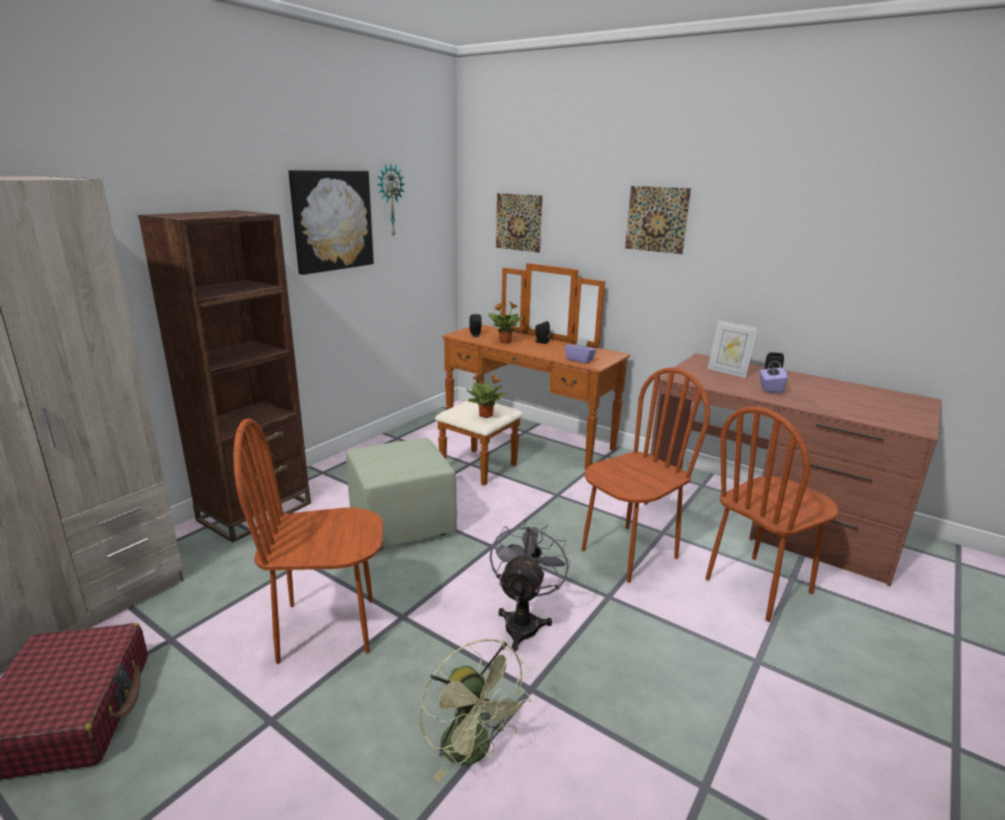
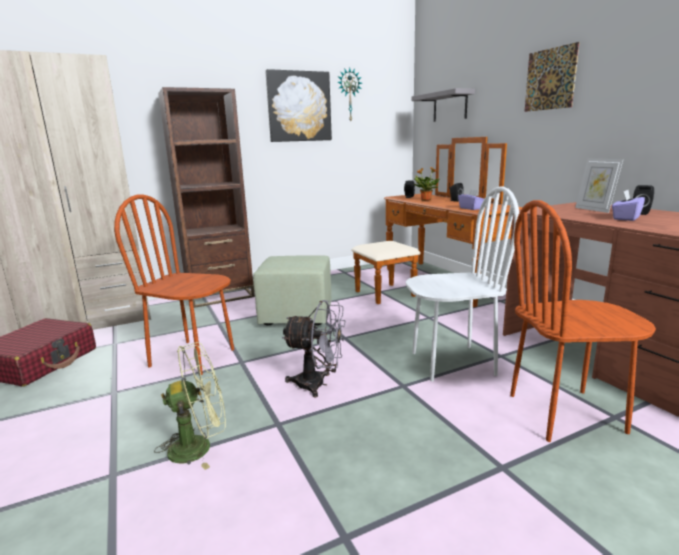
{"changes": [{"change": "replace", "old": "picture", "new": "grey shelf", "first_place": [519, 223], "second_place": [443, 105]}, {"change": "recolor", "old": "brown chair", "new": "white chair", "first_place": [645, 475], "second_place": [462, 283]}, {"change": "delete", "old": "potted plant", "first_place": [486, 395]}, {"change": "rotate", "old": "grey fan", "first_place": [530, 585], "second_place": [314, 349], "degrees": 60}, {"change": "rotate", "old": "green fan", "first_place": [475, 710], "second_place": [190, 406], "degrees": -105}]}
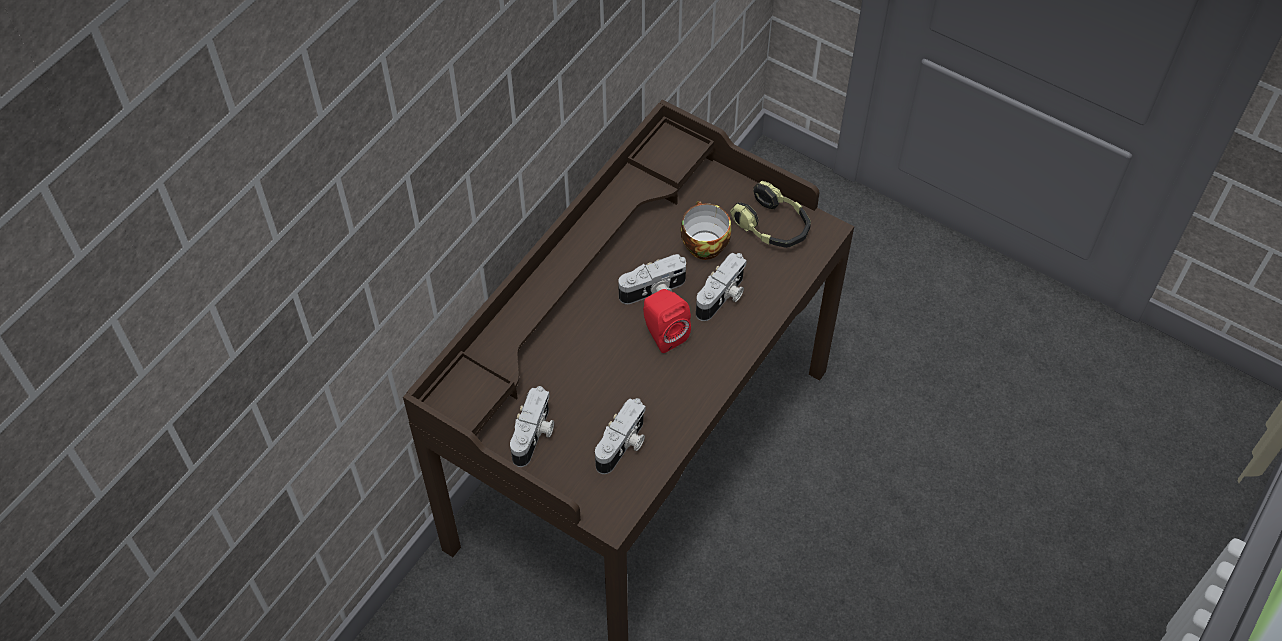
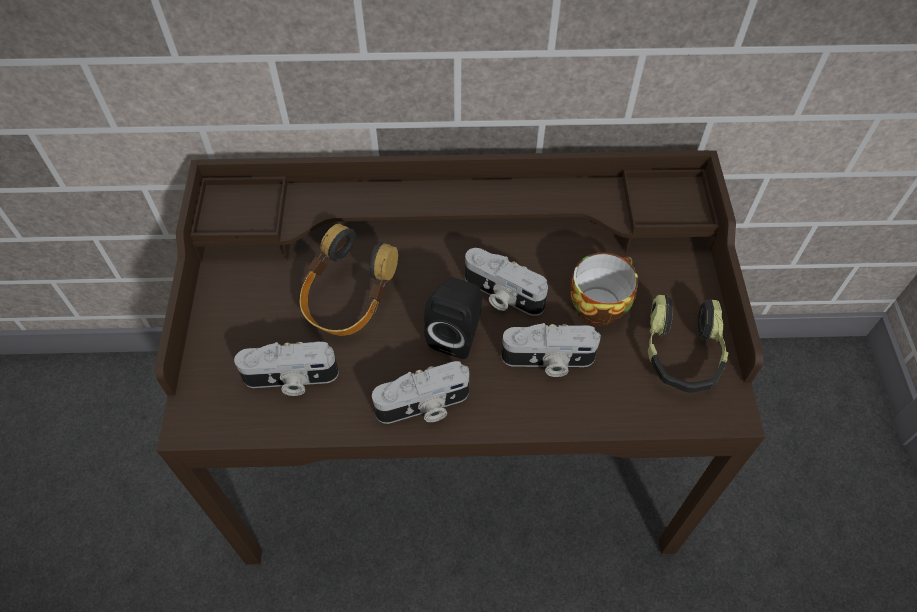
{"changes": [{"change": "recolor", "old": "red speaker", "new": "black speaker", "first_place": [667, 321], "second_place": [453, 318]}, {"change": "move", "old": "photo camera", "first_place": [532, 426], "second_place": [420, 392]}, {"change": "insert", "new": "headphones", "second_place": [349, 279]}]}
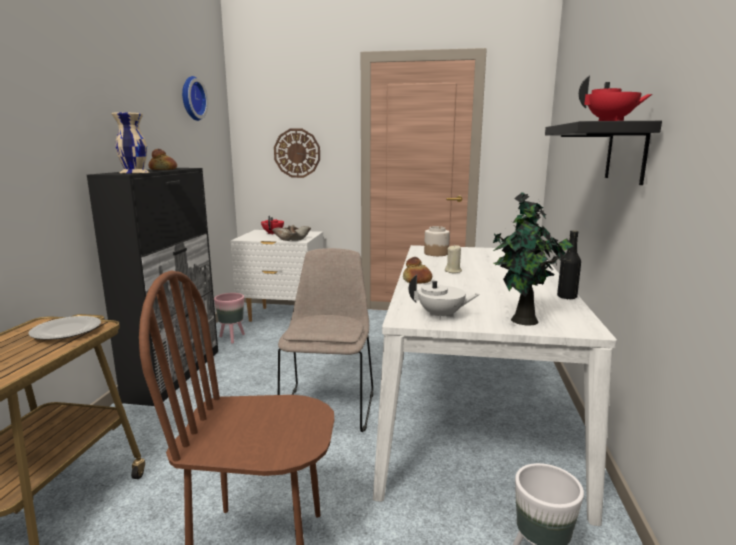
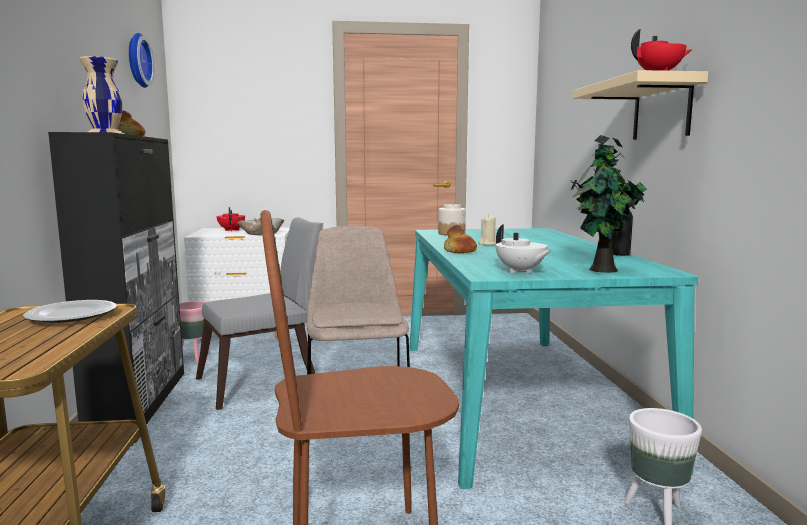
{"changes": [{"change": "recolor", "old": "black shelf", "new": "beige shelf", "first_place": [603, 153], "second_place": [640, 105]}, {"change": "delete", "old": "wall clock", "first_place": [297, 153]}, {"change": "recolor", "old": "white dining table", "new": "turquoise dining table", "first_place": [495, 385], "second_place": [554, 358]}, {"change": "rotate", "old": "white teapot", "first_place": [444, 297], "second_place": [524, 249], "degrees": 60}, {"change": "insert", "new": "grey chair", "second_place": [259, 313]}]}
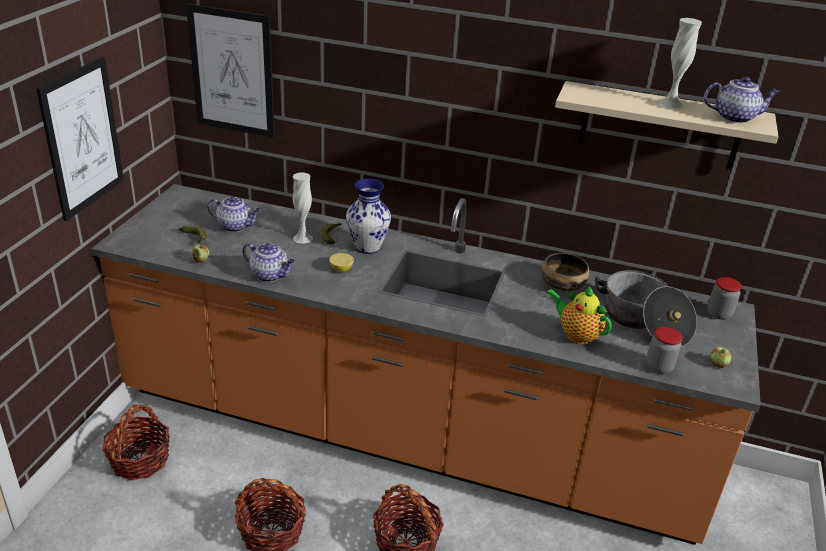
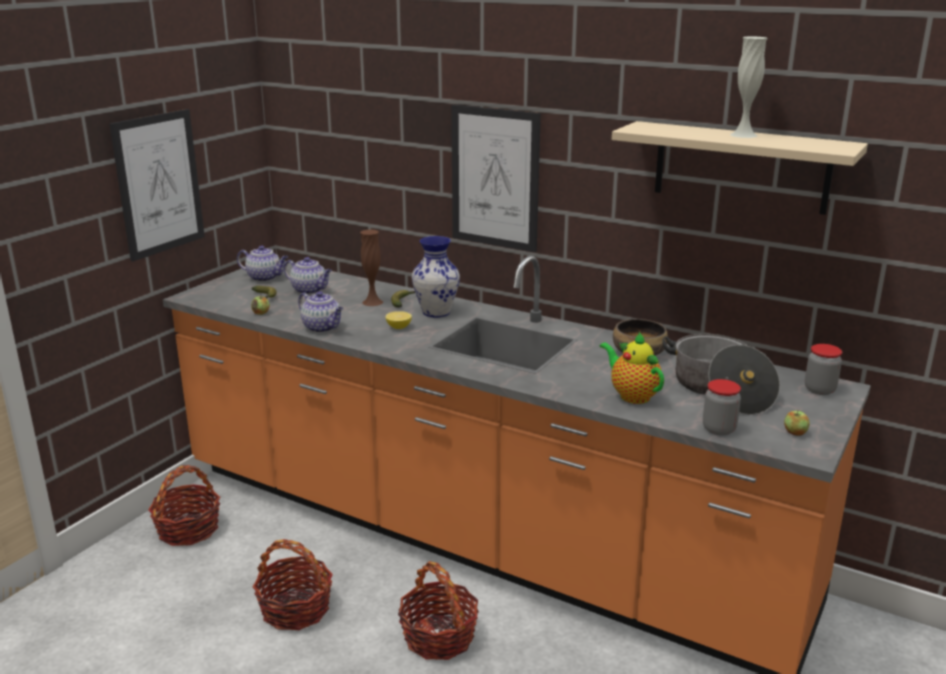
{"changes": [{"change": "move", "old": "picture", "first_place": [230, 71], "second_place": [496, 178]}, {"change": "move", "old": "teapot", "first_place": [742, 99], "second_place": [262, 263]}, {"change": "recolor", "old": "white vase", "new": "brown vase", "first_place": [302, 208], "second_place": [371, 267]}]}
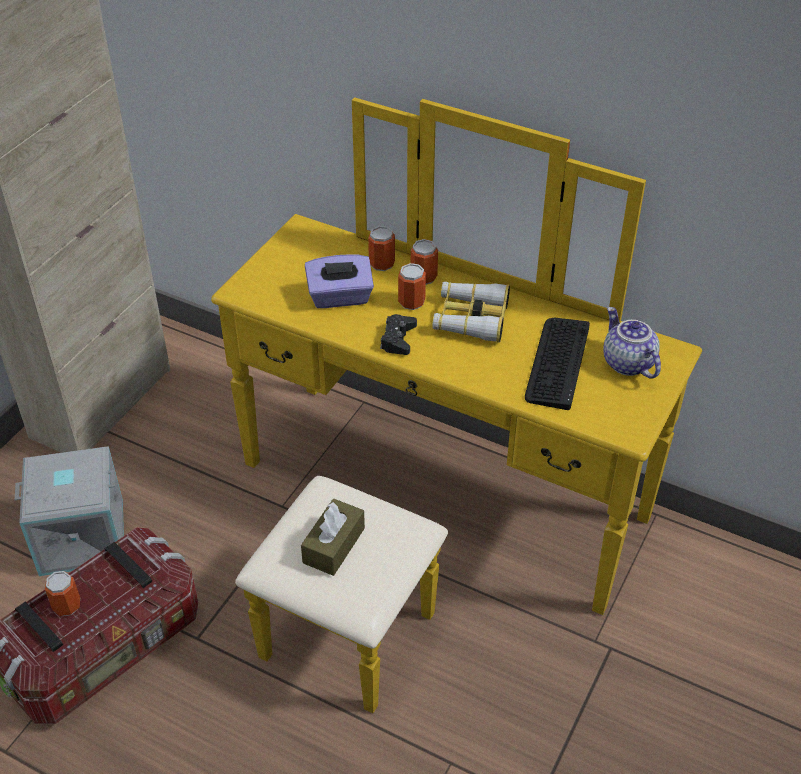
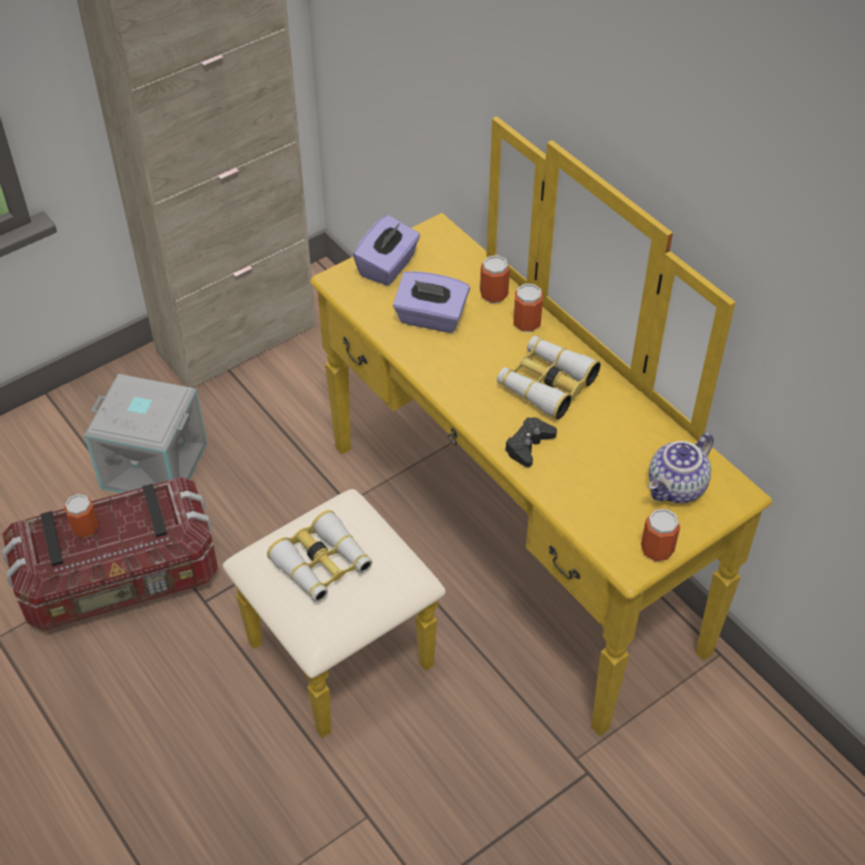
{"changes": [{"change": "move", "old": "can", "first_place": [412, 286], "second_place": [660, 534]}, {"change": "rotate", "old": "teapot", "first_place": [632, 343], "second_place": [681, 468], "degrees": -135}, {"change": "move", "old": "black game controller", "first_place": [398, 334], "second_place": [531, 442]}, {"change": "delete", "old": "keyboard", "first_place": [557, 364]}, {"change": "replace", "old": "brown tissue box", "new": "binoculars", "first_place": [333, 537], "second_place": [319, 556]}, {"change": "insert", "new": "purple tissue box", "second_place": [386, 250]}]}
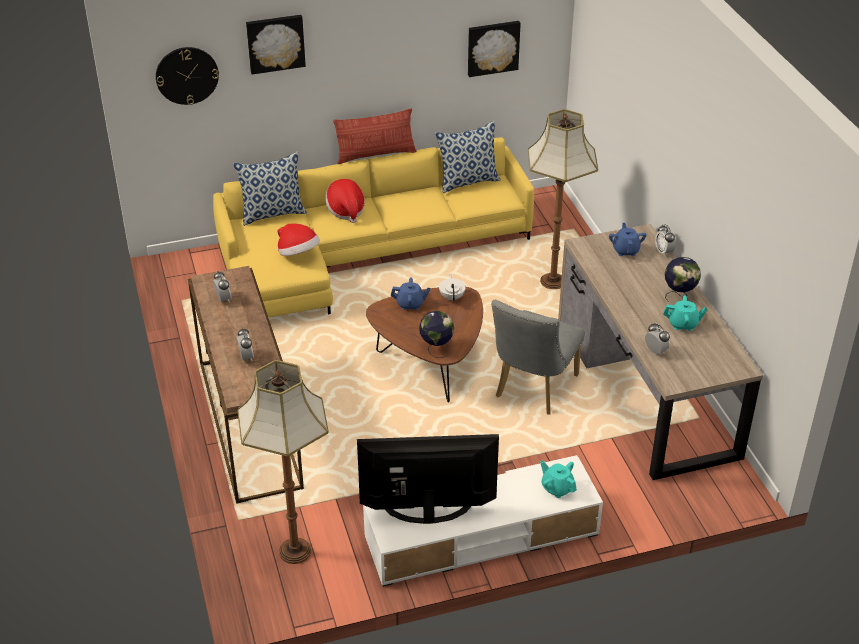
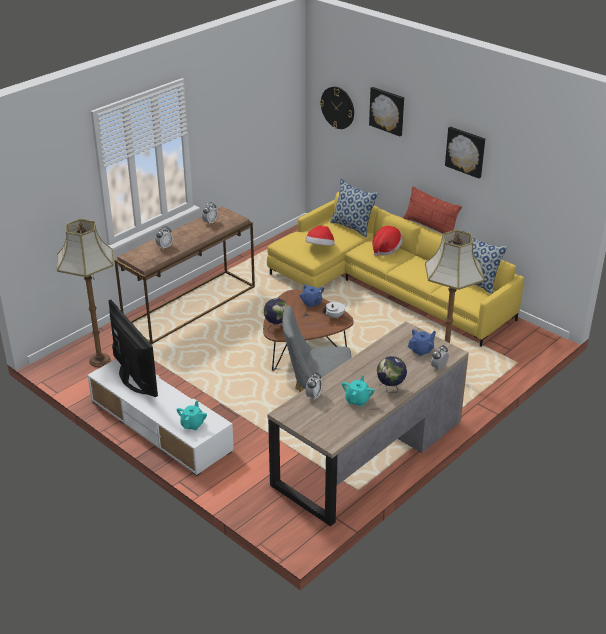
{"changes": [{"change": "move", "old": "picture", "first_place": [494, 49], "second_place": [465, 152]}, {"change": "rotate", "old": "turquoise teapot", "first_place": [685, 313], "second_place": [358, 391], "degrees": -135}]}
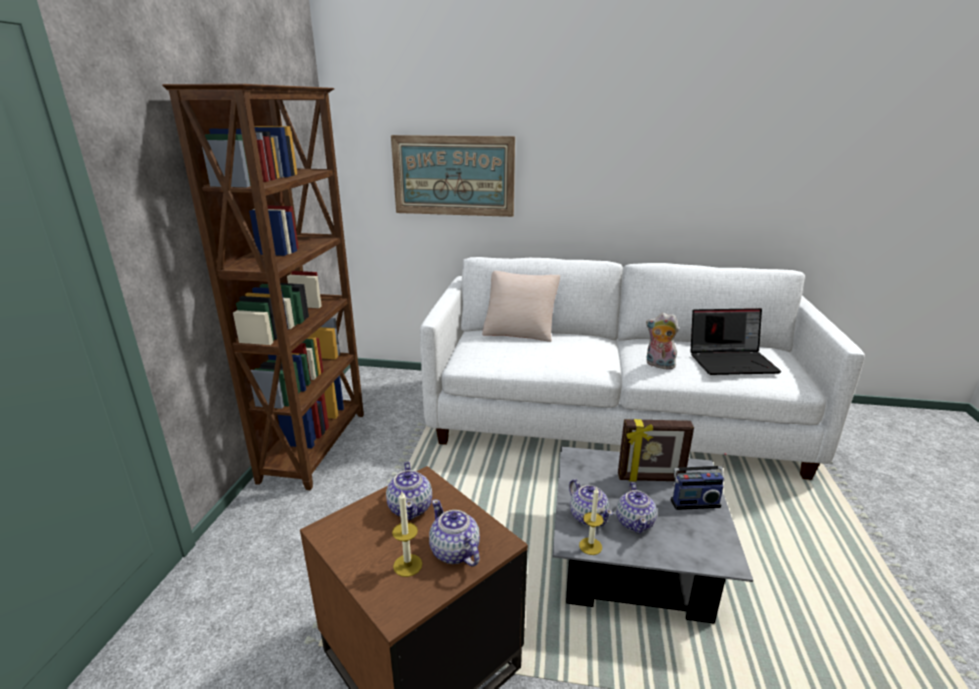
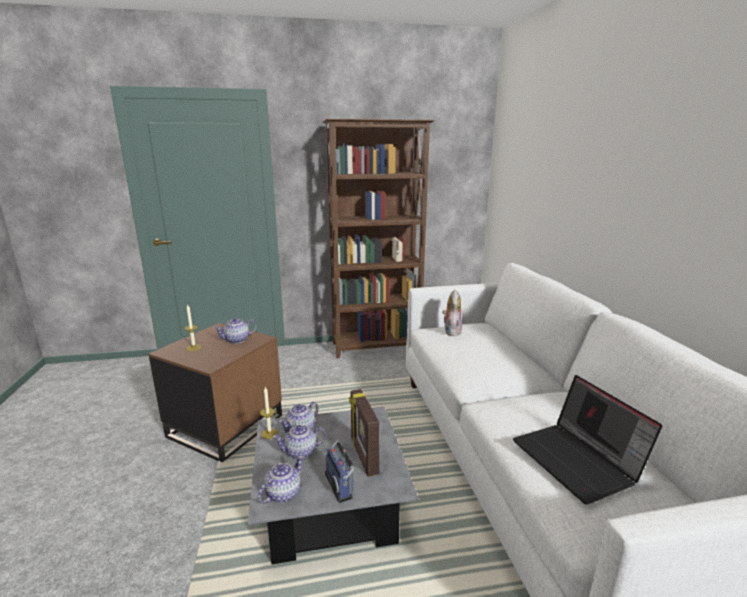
{"changes": [{"change": "delete", "old": "picture", "first_place": [453, 176]}, {"change": "delete", "old": "beige pillow", "first_place": [521, 306]}, {"change": "move", "old": "plush toy", "first_place": [662, 341], "second_place": [452, 312]}, {"change": "move", "old": "teapot", "first_place": [454, 533], "second_place": [280, 480]}]}
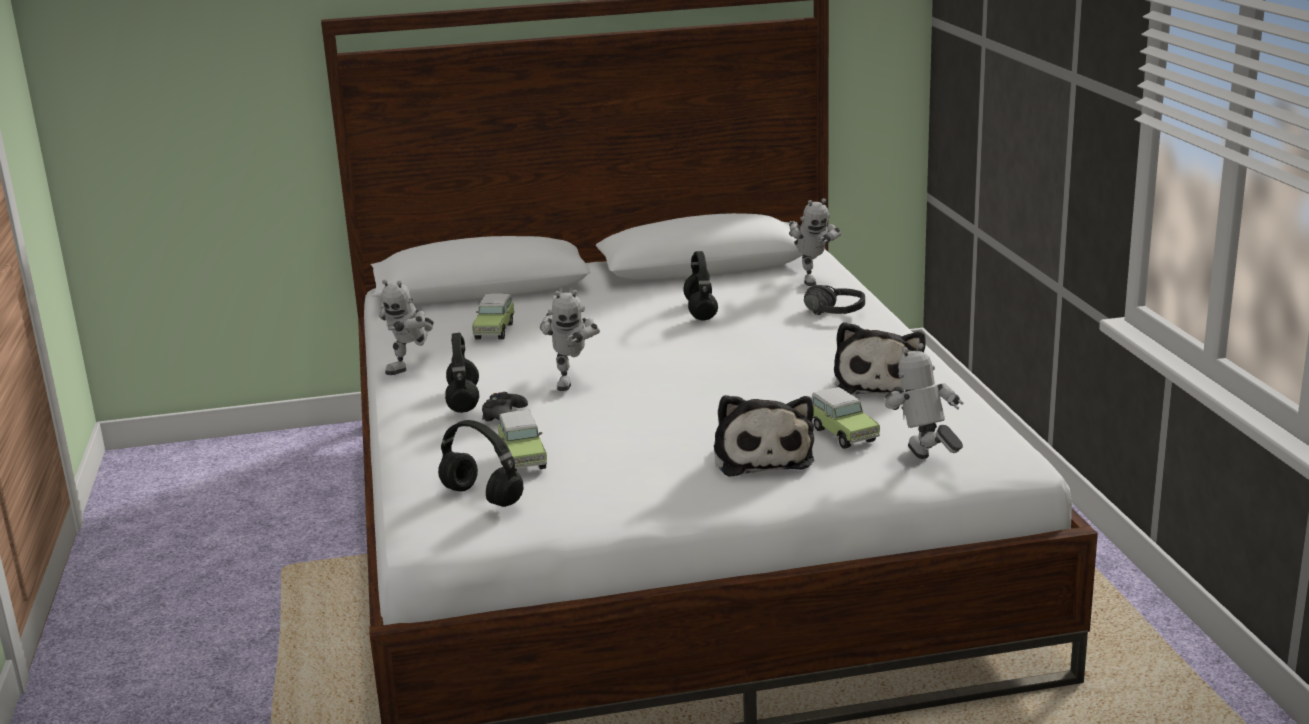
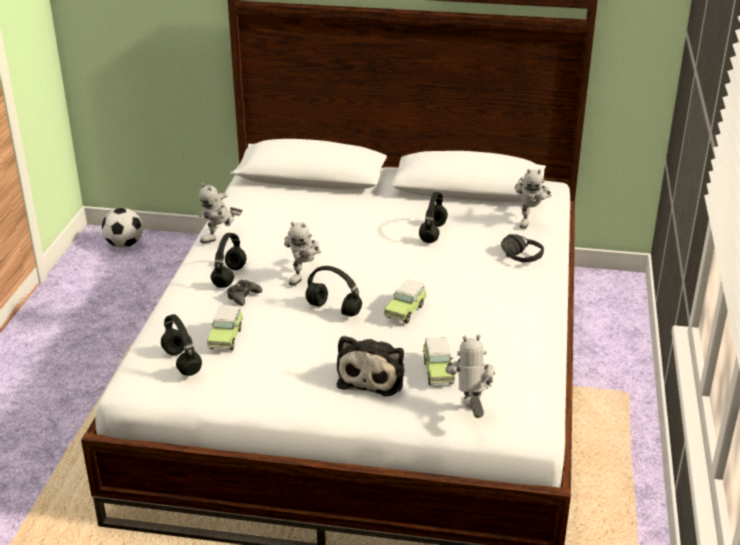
{"changes": [{"change": "move", "old": "toy car", "first_place": [493, 316], "second_place": [405, 301]}, {"change": "delete", "old": "plush toy", "first_place": [880, 358]}, {"change": "insert", "new": "football", "second_place": [122, 228]}, {"change": "insert", "new": "black headphones", "second_place": [333, 291]}]}
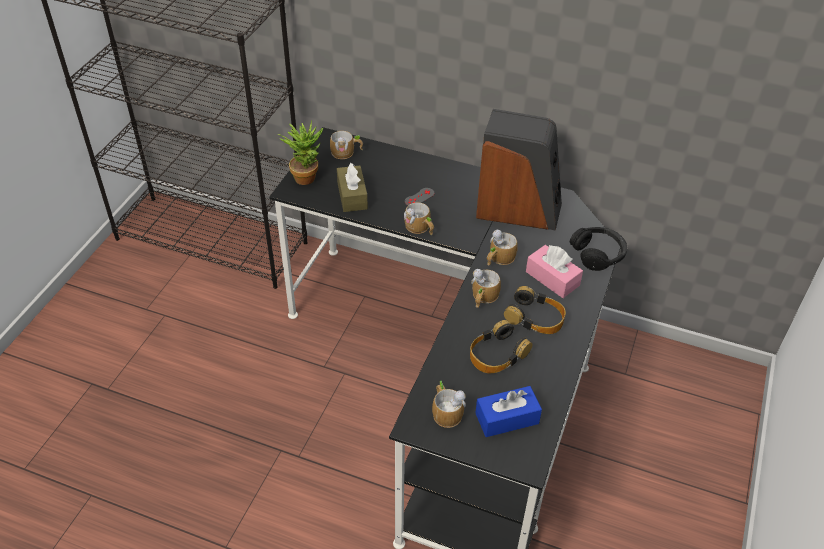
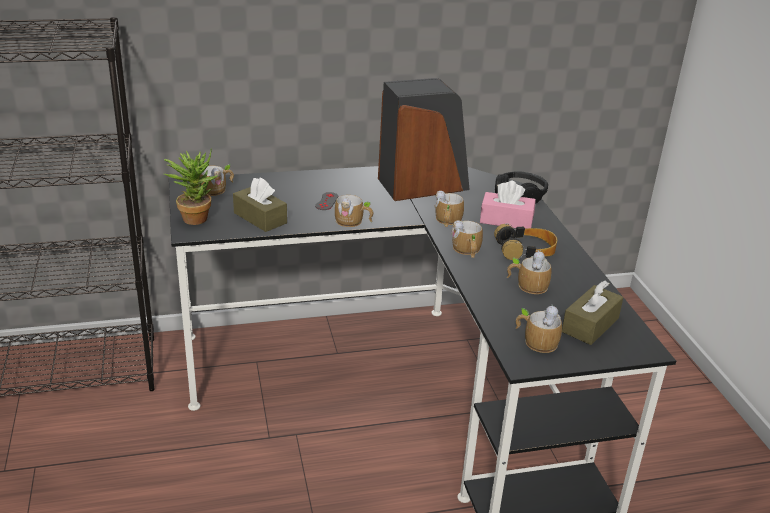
{"changes": [{"change": "replace", "old": "headphones", "new": "mug", "first_place": [501, 346], "second_place": [529, 272]}, {"change": "recolor", "old": "blue tissue box", "new": "brown tissue box", "first_place": [508, 411], "second_place": [592, 313]}]}
